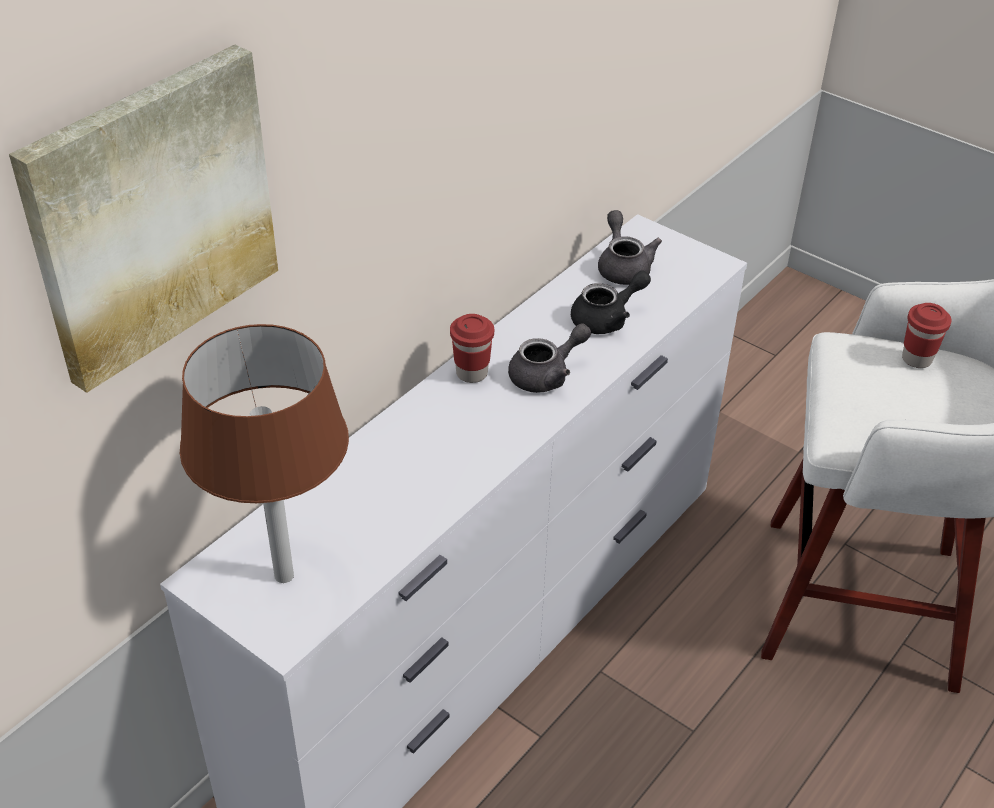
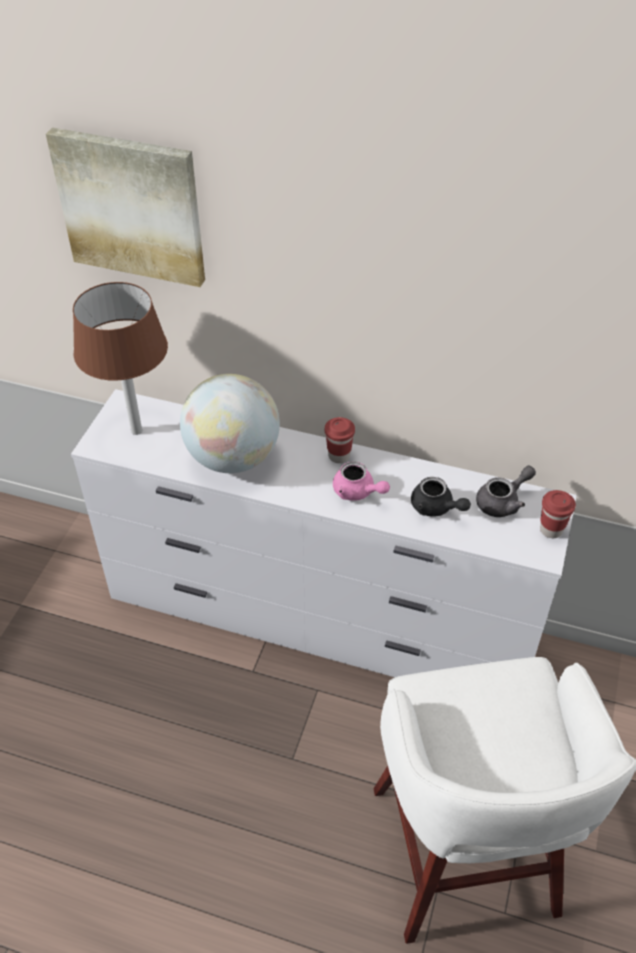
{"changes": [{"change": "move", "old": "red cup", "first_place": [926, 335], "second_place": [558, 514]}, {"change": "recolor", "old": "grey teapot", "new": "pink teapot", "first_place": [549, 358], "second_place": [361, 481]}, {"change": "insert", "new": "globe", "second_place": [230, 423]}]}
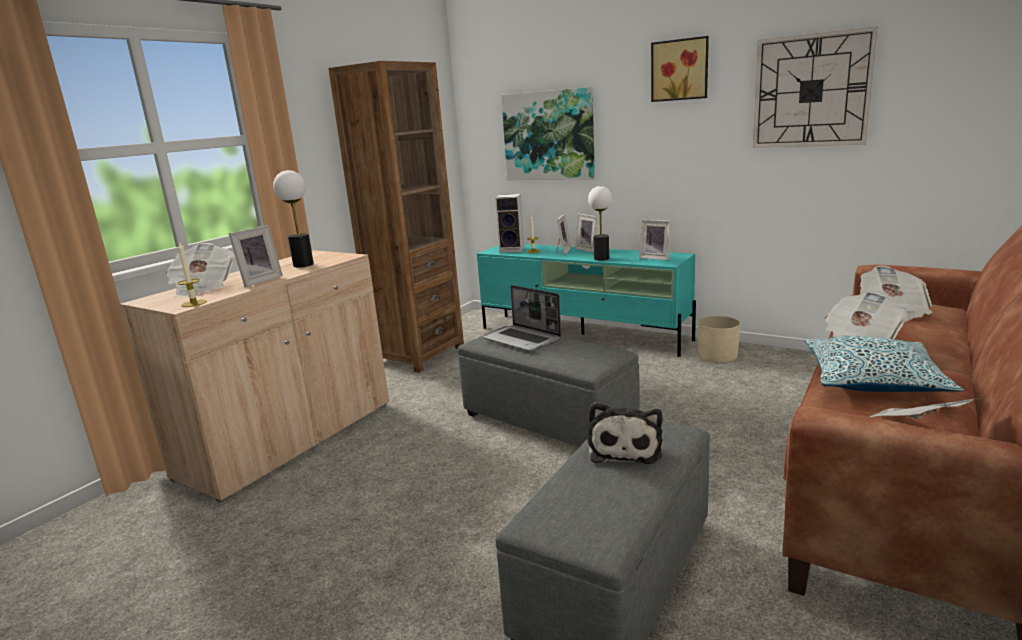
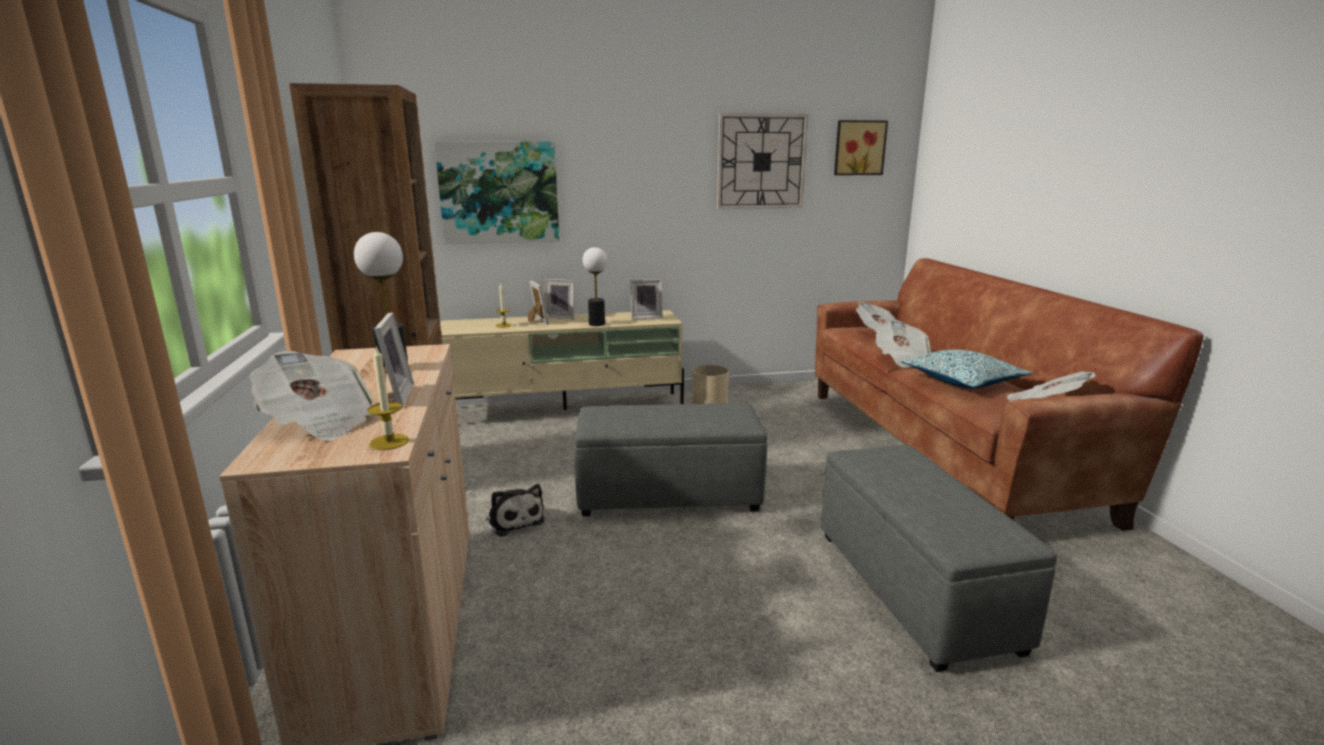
{"changes": [{"change": "move", "old": "picture", "first_place": [680, 69], "second_place": [861, 147]}, {"change": "delete", "old": "speaker", "first_place": [509, 223]}, {"change": "recolor", "old": "turquoise tv stand", "new": "beige tv stand", "first_place": [586, 300], "second_place": [562, 360]}, {"change": "delete", "old": "laptop", "first_place": [522, 318]}, {"change": "move", "old": "plush toy", "first_place": [625, 433], "second_place": [515, 510]}]}
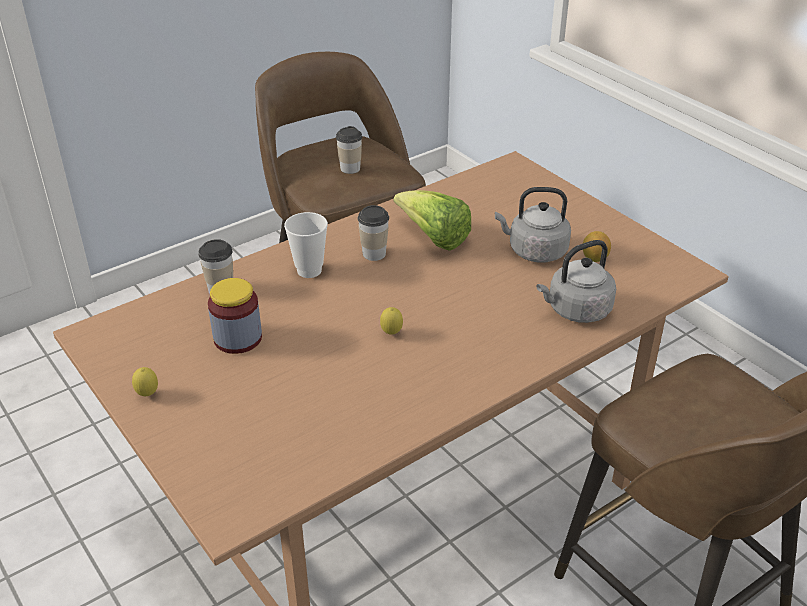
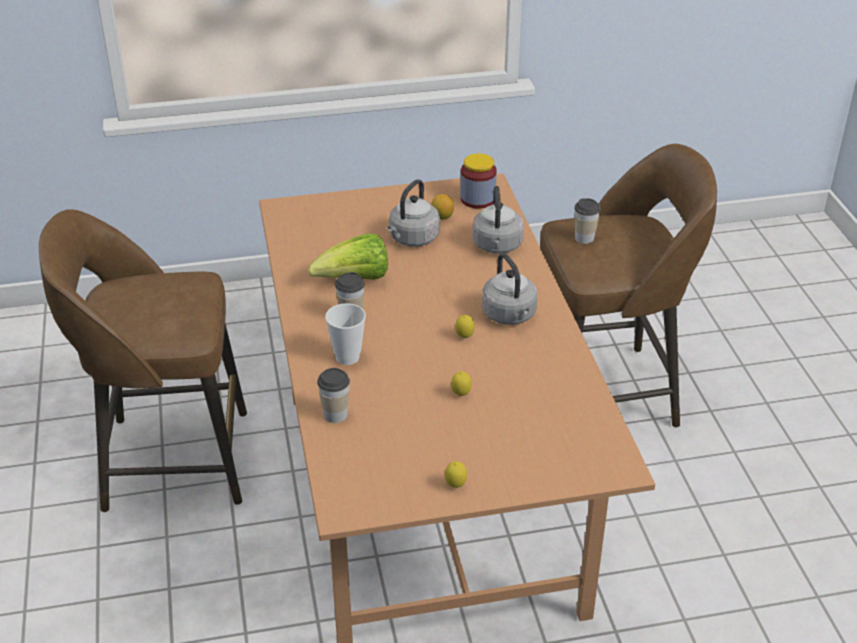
{"changes": [{"change": "move", "old": "cup", "first_place": [349, 150], "second_place": [587, 221]}, {"change": "move", "old": "jar", "first_place": [235, 316], "second_place": [478, 181]}, {"change": "insert", "new": "grey kettle", "second_place": [509, 289]}, {"change": "insert", "new": "lemon", "second_place": [461, 383]}]}
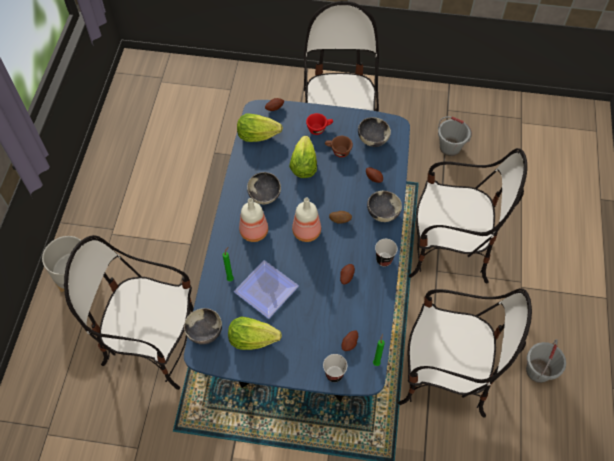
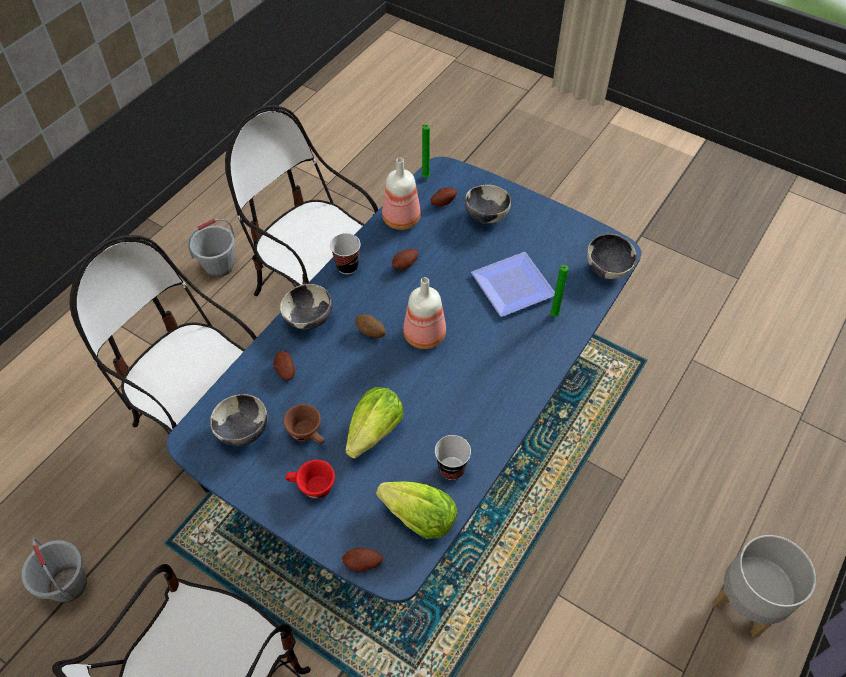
{"changes": [{"change": "move", "old": "bowl", "first_place": [264, 188], "second_place": [488, 204]}, {"change": "move", "old": "bottle", "first_place": [253, 220], "second_place": [401, 194]}, {"change": "delete", "old": "chair", "first_place": [129, 312]}, {"change": "delete", "old": "lettuce", "first_place": [255, 333]}, {"change": "move", "old": "cup", "first_place": [335, 368], "second_place": [453, 457]}]}
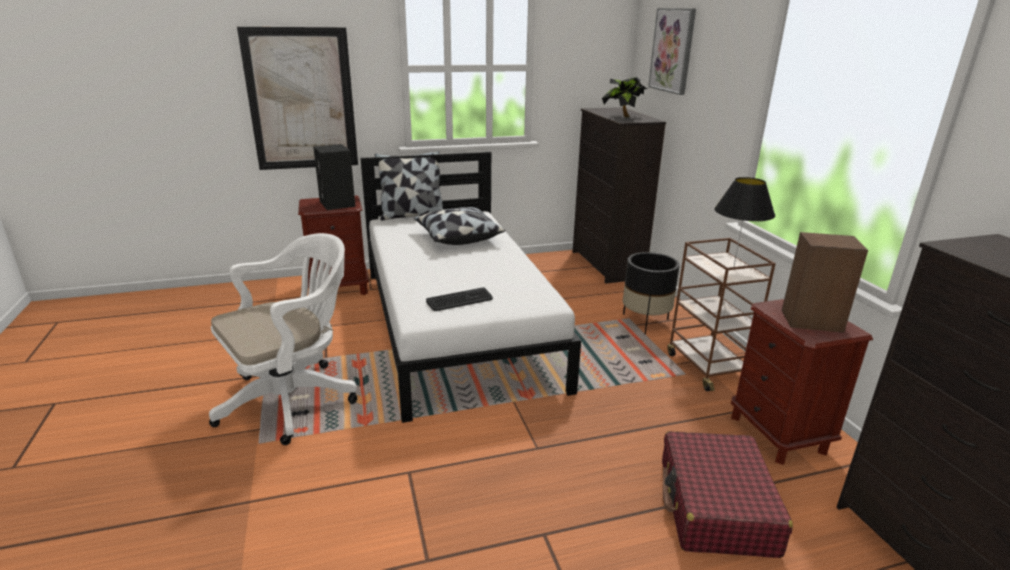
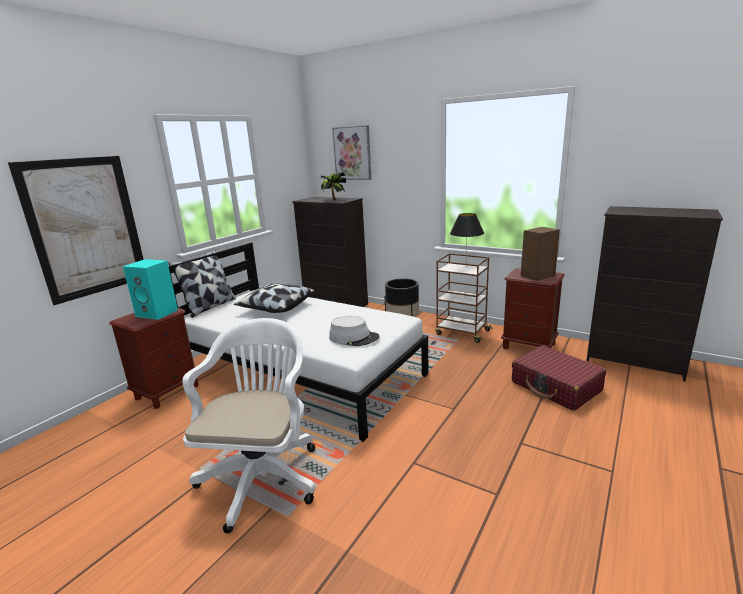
{"changes": [{"change": "recolor", "old": "black speaker", "new": "turquoise speaker", "first_place": [334, 177], "second_place": [150, 289]}, {"change": "replace", "old": "keyboard", "new": "grey hat", "first_place": [459, 299], "second_place": [354, 331]}]}
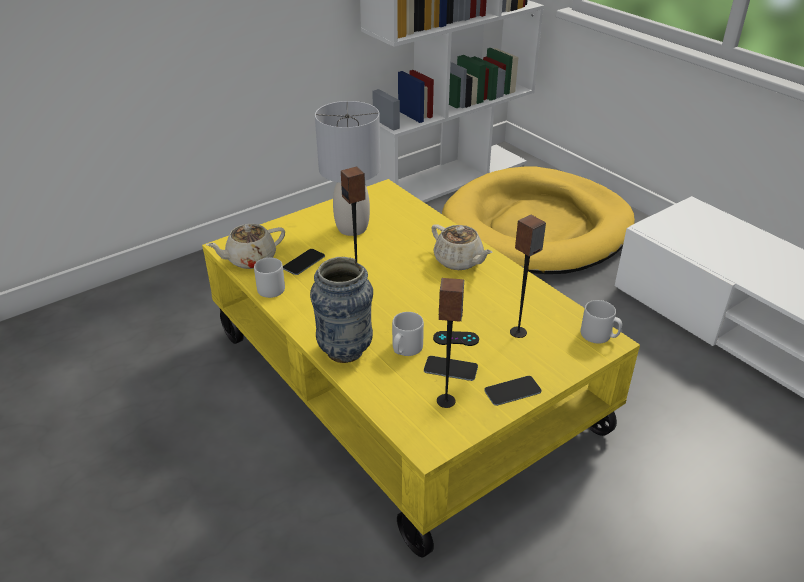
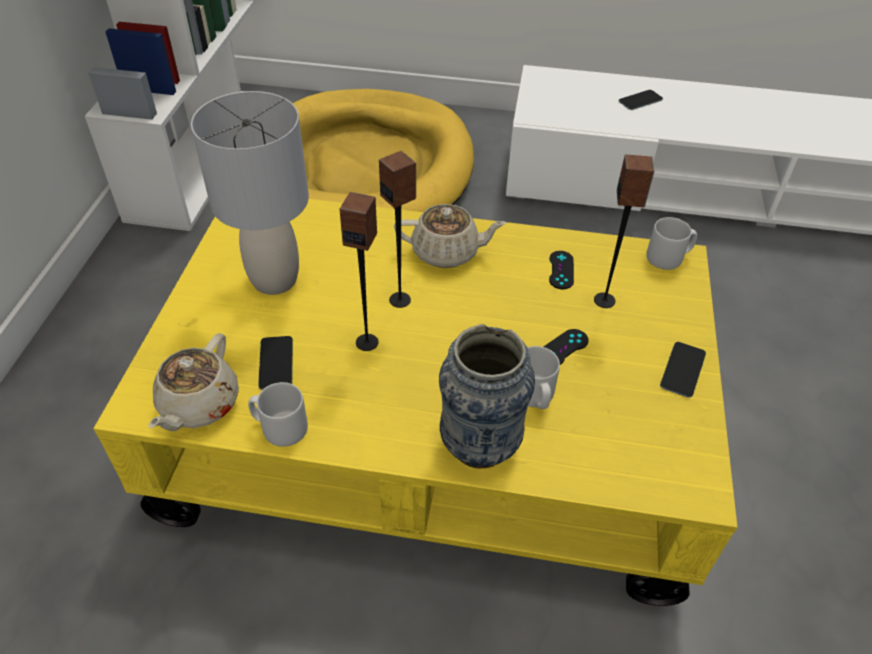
{"changes": [{"change": "move", "old": "speaker", "first_place": [450, 343], "second_place": [397, 229]}, {"change": "move", "old": "phone", "first_place": [451, 368], "second_place": [641, 100]}, {"change": "insert", "new": "black game controller", "second_place": [561, 270]}]}
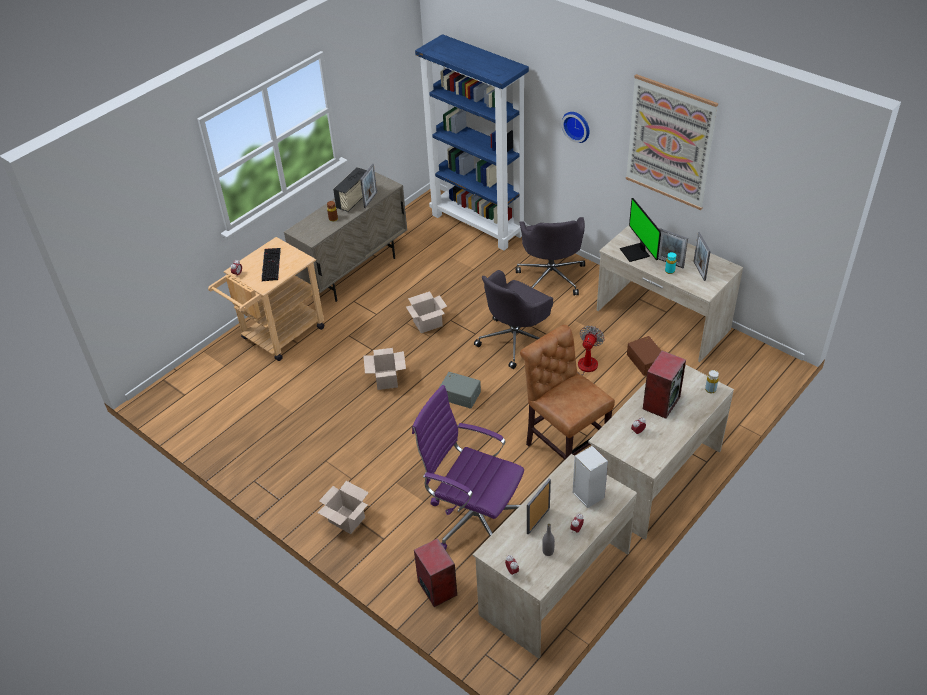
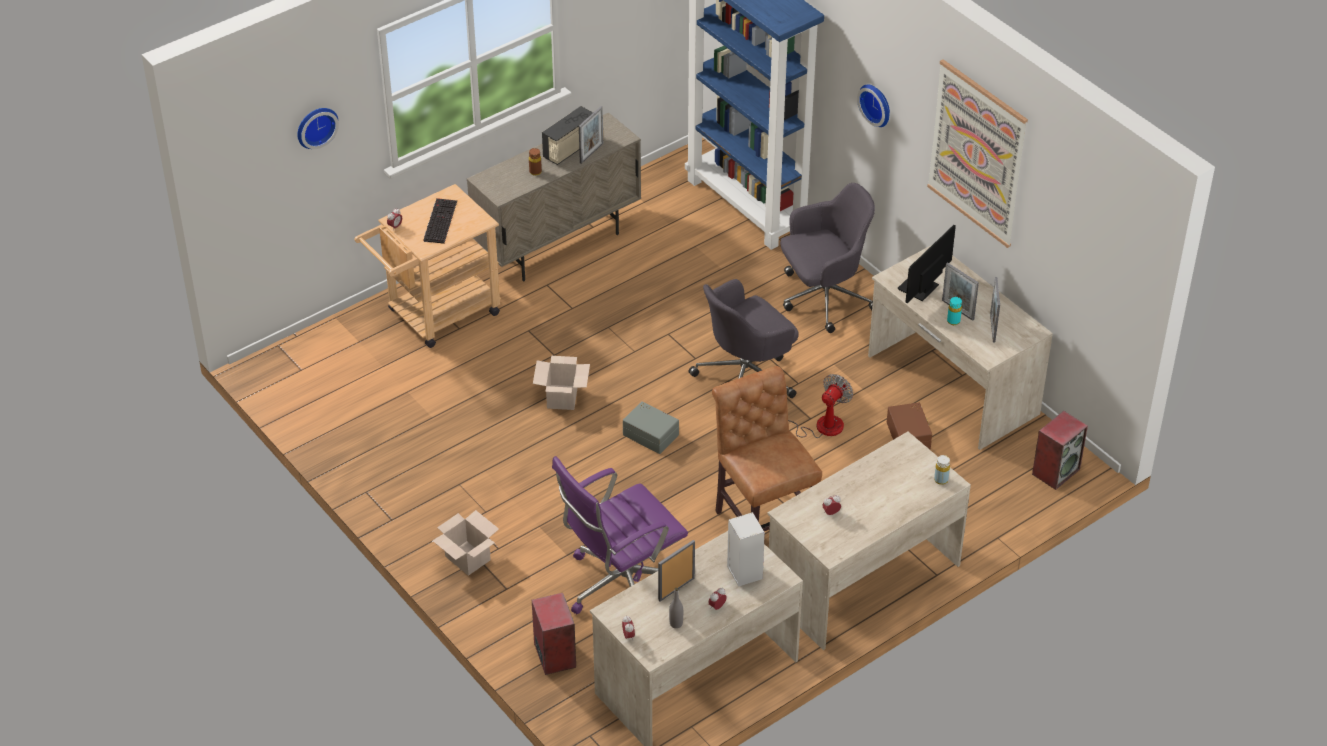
{"changes": [{"change": "rotate", "old": "monitor", "first_place": [640, 230], "second_place": [926, 264], "degrees": 45}, {"change": "rotate", "old": "grey office chair", "first_place": [550, 256], "second_place": [827, 258], "degrees": -120}, {"change": "delete", "old": "cardboard box", "first_place": [426, 312]}, {"change": "move", "old": "speaker", "first_place": [664, 385], "second_place": [1060, 450]}, {"change": "rotate", "old": "purple office chair", "first_place": [468, 467], "second_place": [620, 535], "degrees": -75}, {"change": "insert", "new": "wall clock", "second_place": [318, 128]}]}
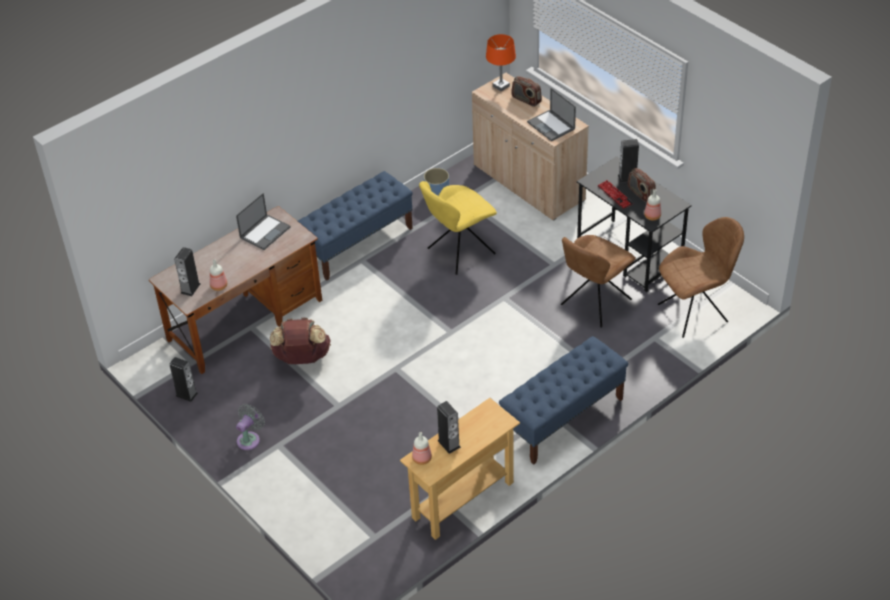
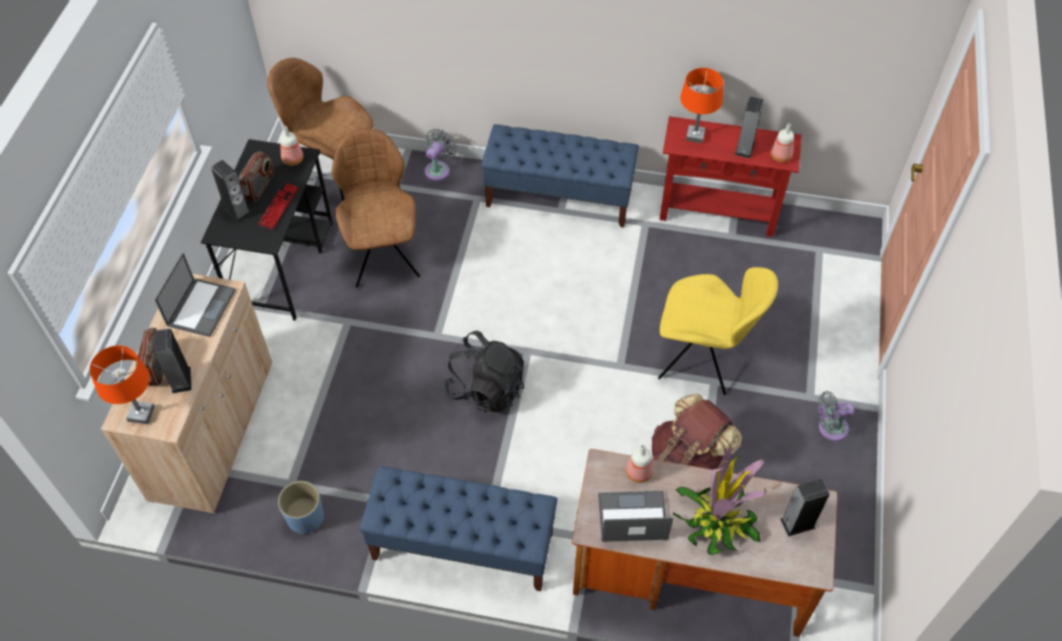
{"changes": [{"change": "move", "old": "yellow chair", "first_place": [458, 228], "second_place": [718, 331]}, {"change": "rotate", "old": "brown chair", "first_place": [598, 281], "second_place": [376, 208], "degrees": -105}, {"change": "move", "old": "bottle", "first_place": [218, 275], "second_place": [639, 464]}, {"change": "move", "old": "speaker", "first_place": [183, 379], "second_place": [172, 361]}, {"change": "recolor", "old": "beige console table", "new": "red console table", "first_place": [460, 469], "second_place": [731, 176]}, {"change": "insert", "new": "orange table lamp", "second_place": [702, 105]}, {"change": "insert", "new": "grey fan", "second_place": [441, 155]}, {"change": "insert", "new": "black backpack", "second_place": [484, 372]}, {"change": "insert", "new": "potted plant", "second_place": [719, 501]}]}
